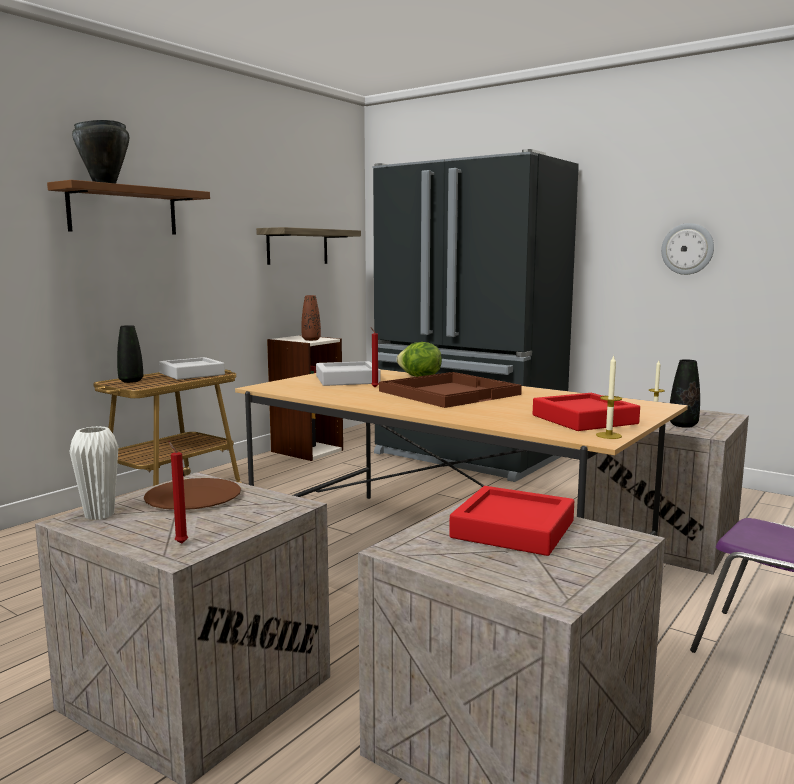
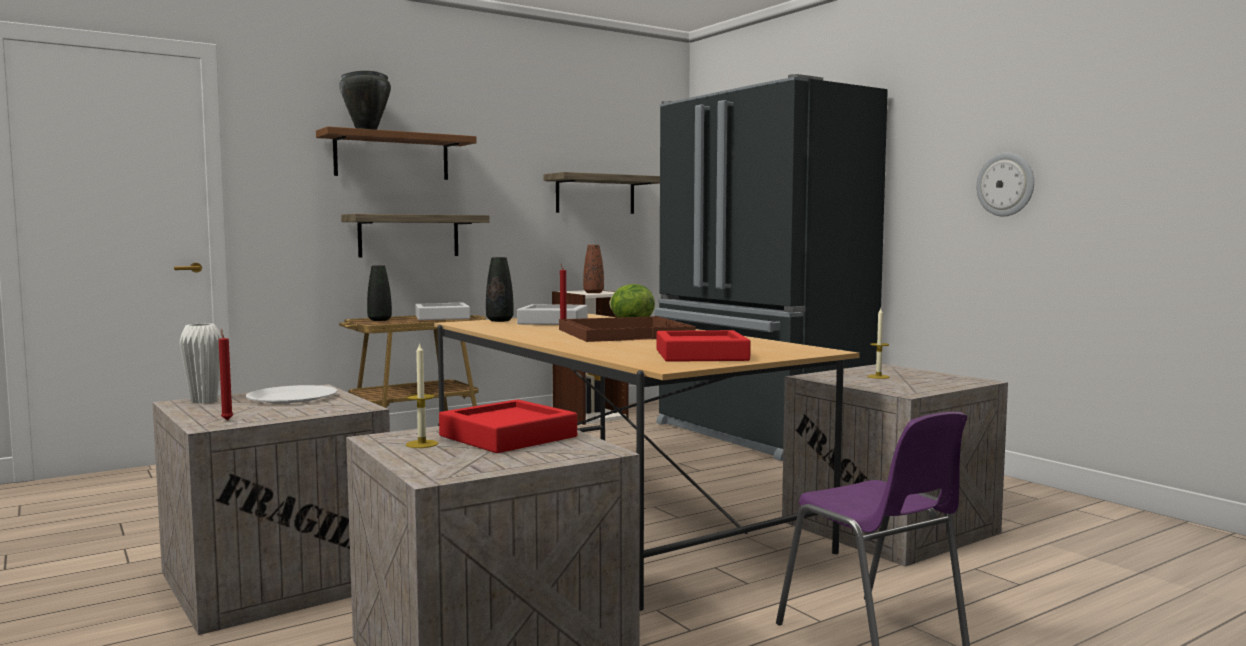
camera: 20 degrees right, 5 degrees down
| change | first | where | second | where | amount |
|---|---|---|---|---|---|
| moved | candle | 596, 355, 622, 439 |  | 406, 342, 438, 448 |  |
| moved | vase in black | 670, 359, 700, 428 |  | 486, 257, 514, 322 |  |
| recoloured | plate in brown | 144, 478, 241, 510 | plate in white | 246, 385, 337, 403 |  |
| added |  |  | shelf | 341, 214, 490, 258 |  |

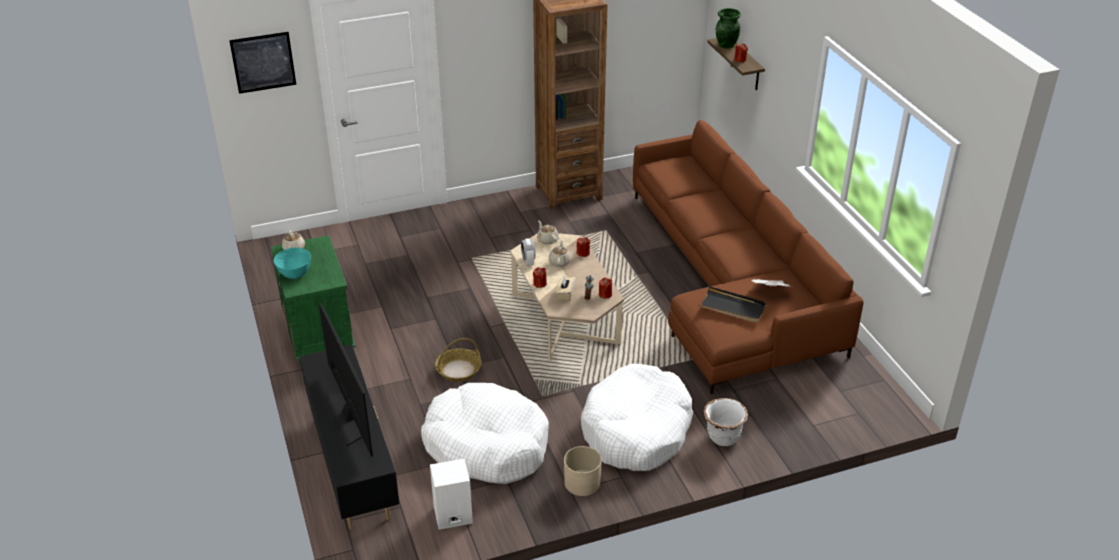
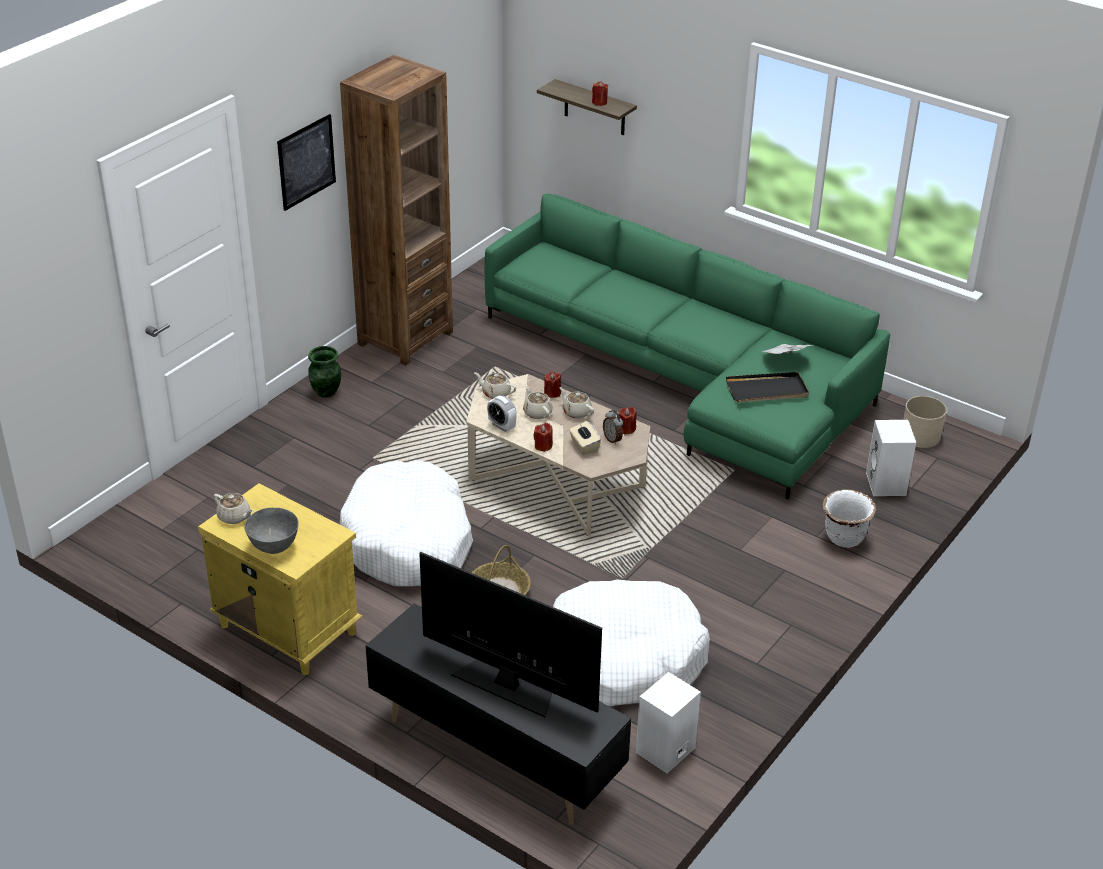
camera: 35 degrees left, 0 degrees up
| change | first | where | second | where | amount |
|---|---|---|---|---|---|
| moved | vase in green | 716, 8, 741, 49 |  | 308, 346, 341, 398 |  |
| moved | picture | 229, 32, 296, 94 |  | 277, 114, 336, 211 |  |
| recoloured | sofa in brown | 633, 120, 864, 394 | sofa in green | 485, 194, 890, 499 |  |
| recoloured | nightstand in green | 271, 235, 356, 366 | nightstand in yellow | 198, 483, 362, 675 |  |
| recoloured | bowl in turquoise | 274, 248, 311, 279 | bowl in grey | 244, 508, 299, 554 |  |
| moved | dog bed in white | 581, 364, 693, 471 |  | 340, 460, 473, 586 |  |
| moved | planter in beige | 564, 446, 602, 496 |  | 903, 396, 947, 448 |  |
| added |  |  | teapot in beige | 559, 387, 594, 419 |  |
| added |  |  | speaker in white | 866, 420, 916, 496 |  |

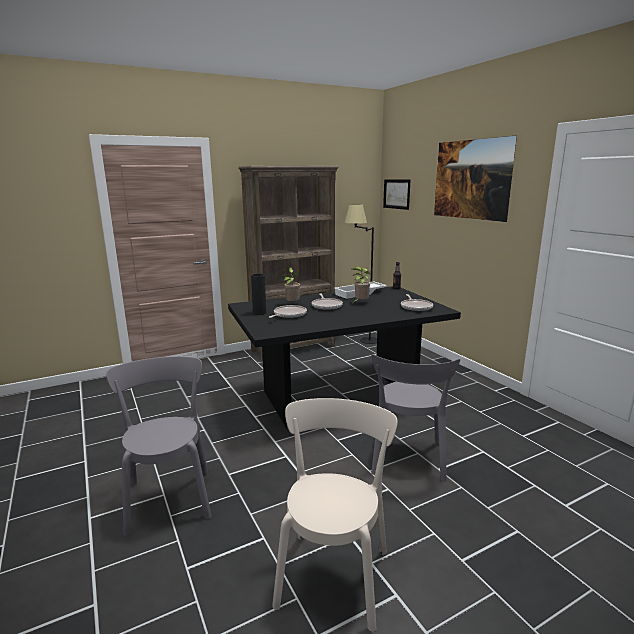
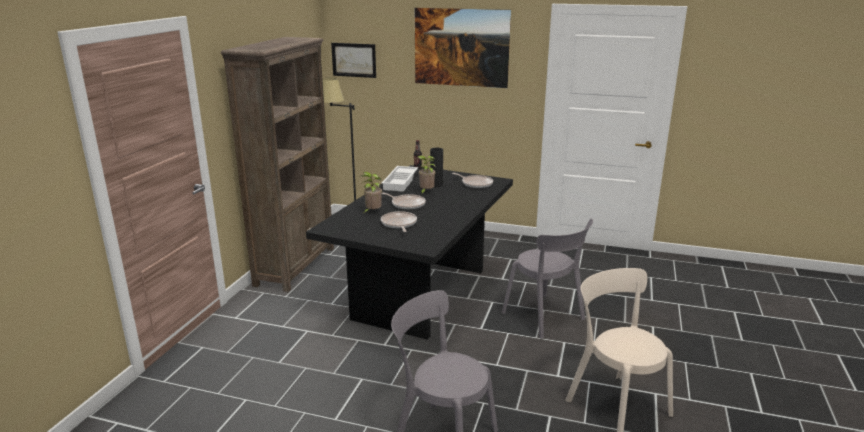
camera: 45 degrees left, 5 degrees up
| change | first | where | second | where | amount |
|---|---|---|---|---|---|
| moved | vase in black | 251, 274, 266, 315 |  | 430, 148, 443, 187 |  |

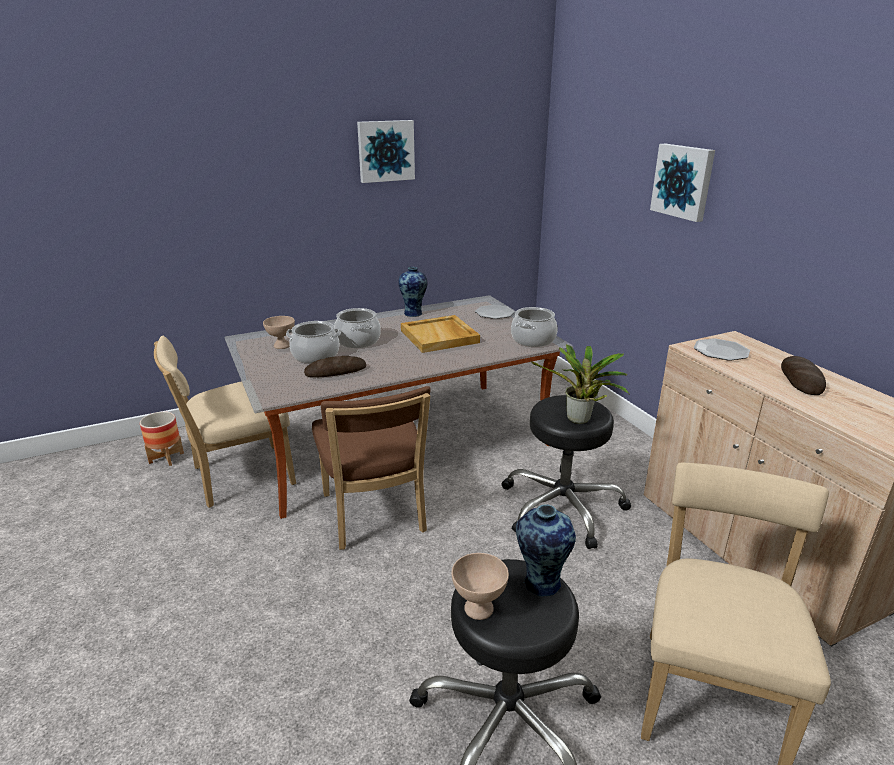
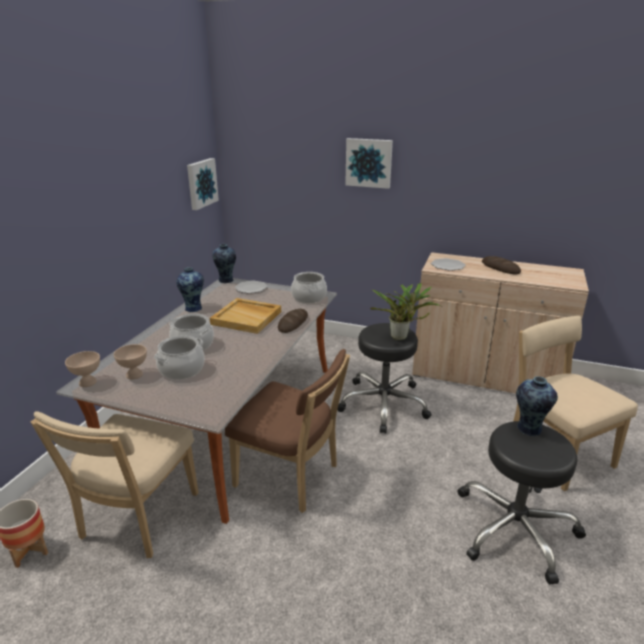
camera: 45 degrees left, 0 degrees up
| change | first | where | second | where | amount |
|---|---|---|---|---|---|
| moved | picture | 357, 120, 415, 183 |  | 187, 158, 219, 210 |  |
| moved | bread | 304, 356, 366, 377 |  | 278, 309, 308, 333 |  |
| moved | bowl in beige | 452, 553, 509, 620 |  | 65, 351, 100, 387 |  |
| added |  |  | vase | 212, 244, 236, 283 |  |

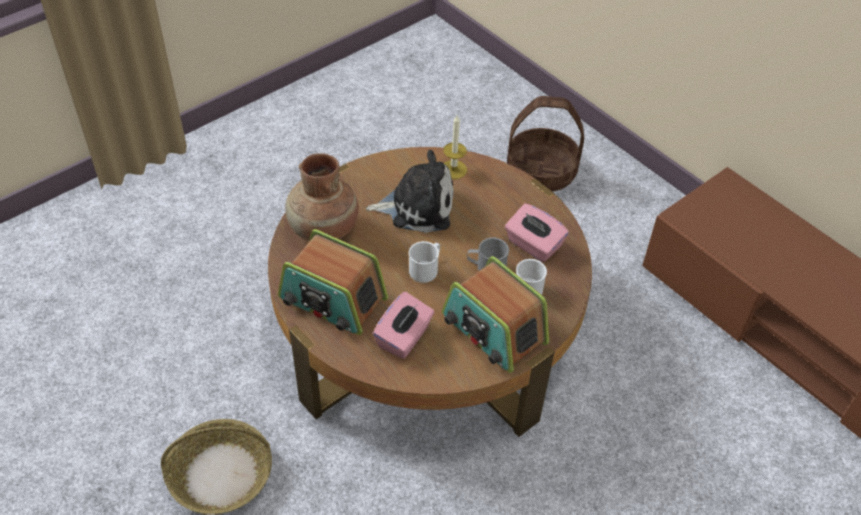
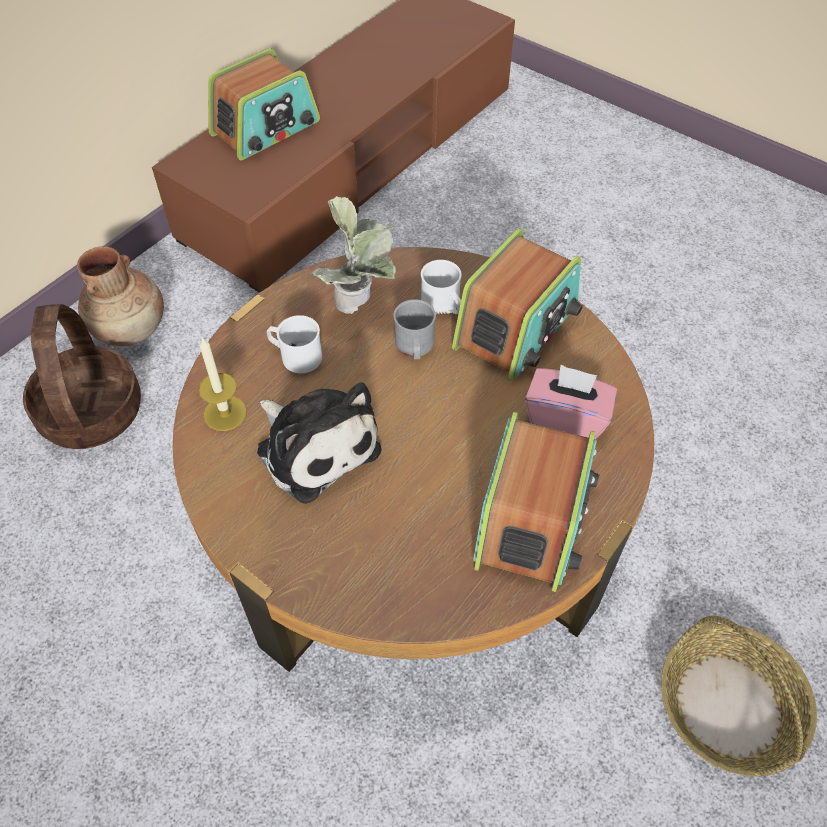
camera: 100 degrees left, 5 degrees up
| change | first | where | second | where | amount |
|---|---|---|---|---|---|
| turned | plush toy | 366, 150, 454, 233 |  | 257, 382, 381, 504 | 150 degrees clockwise |
| moved | vase in brown | 285, 153, 359, 241 |  | 77, 246, 164, 346 |  |
| replaced | tissue box in pink | 505, 203, 569, 262 | potted plant | 312, 196, 396, 314 |  |
| moved | mug in white | 409, 241, 440, 283 |  | 267, 315, 322, 374 |  |
| added |  |  | radio | 208, 48, 320, 161 |  |

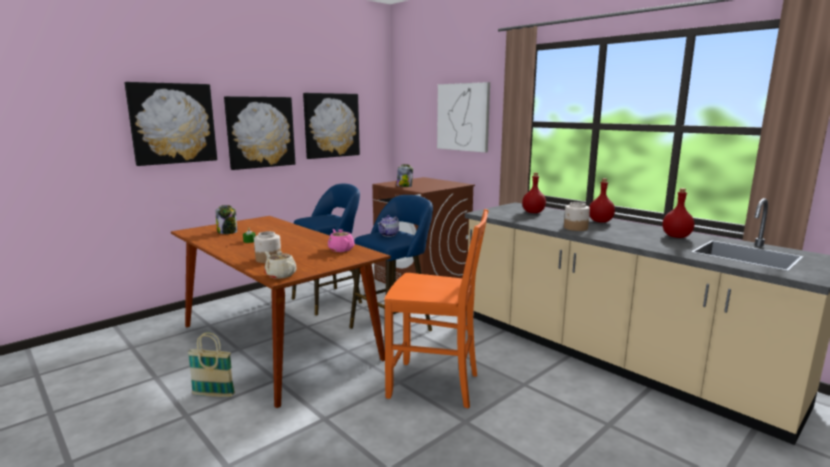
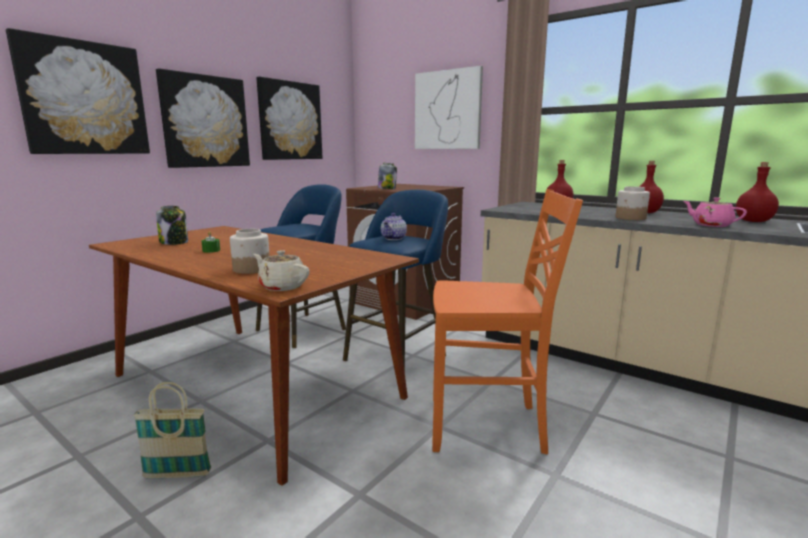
camera: 10 degrees left, 0 degrees up
| change | first | where | second | where | amount |
|---|---|---|---|---|---|
| moved | teapot in pink | 328, 229, 355, 252 |  | 684, 197, 747, 227 |  |

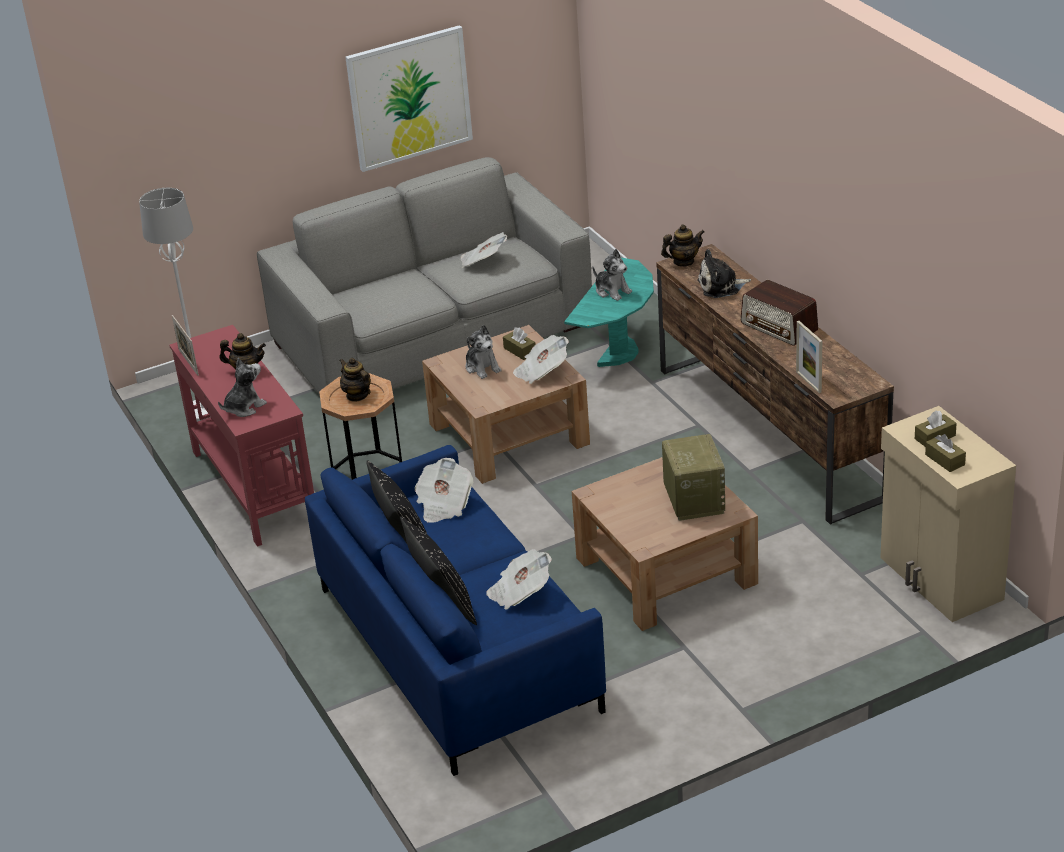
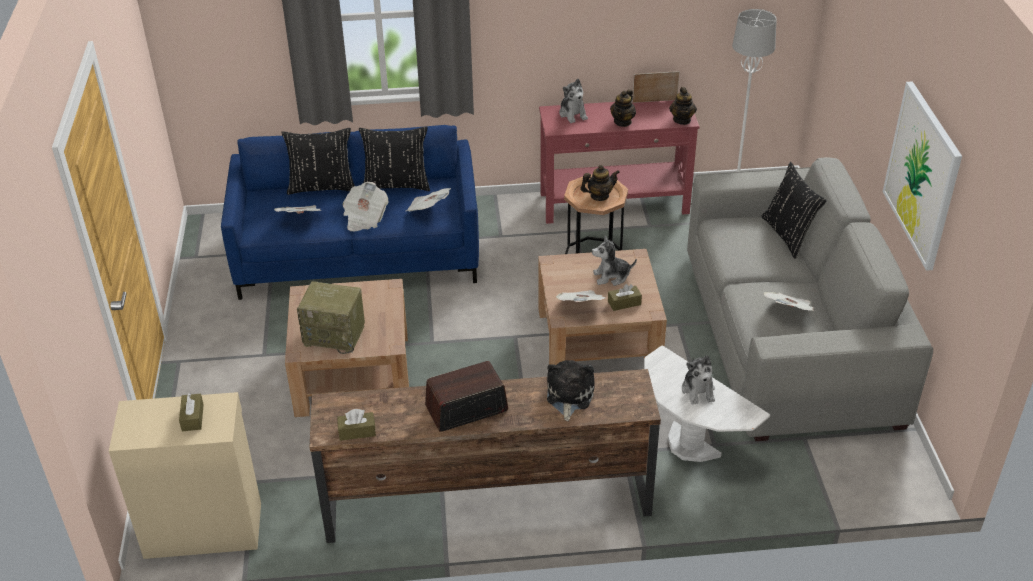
camera: 110 degrees right, 5 degrees up
| change | first | where | second | where | amount |
|---|---|---|---|---|---|
| moved | teapot | 661, 224, 704, 266 |  | 669, 87, 697, 125 |  |
| turned | plush toy | 593, 249, 632, 301 |  | 682, 355, 715, 405 | 75 degrees counterclockwise |
| recoloured | side table in turquoise | 564, 258, 654, 367 | side table in white | 644, 345, 770, 462 |  |
| removed | picture frame | 796, 321, 823, 393 |  |  |  |
| moved | tissue box in brown | 925, 434, 966, 472 |  | 337, 409, 376, 441 |  |
| added |  |  | pillow in black | 761, 162, 827, 259 |  |
| added |  |  | newspaper | 343, 182, 388, 231 |  |

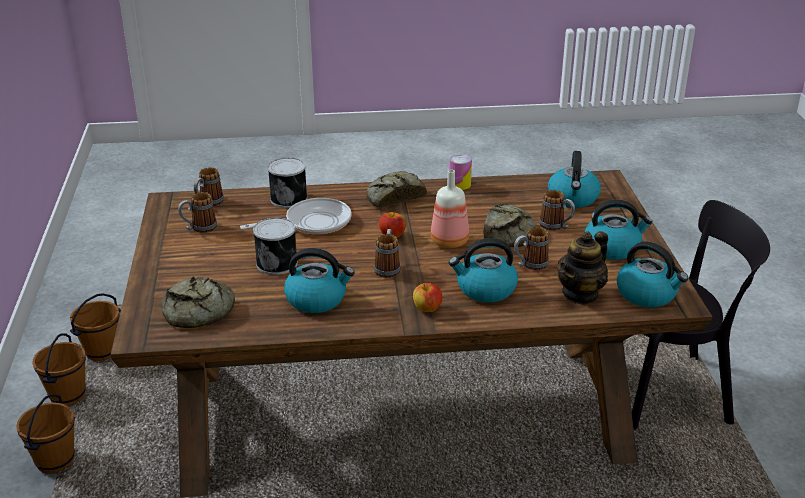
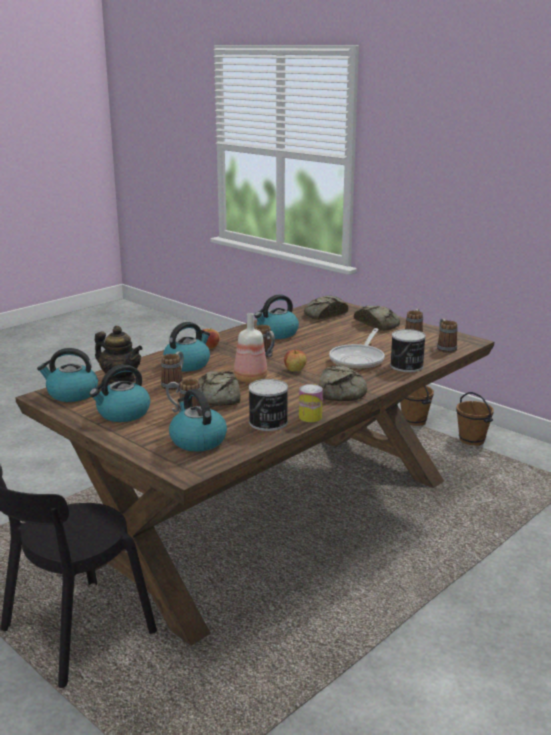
camera: 140 degrees right, 10 degrees down
| change | first | where | second | where | amount |
|---|---|---|---|---|---|
| moved | can | 253, 217, 298, 275 |  | 249, 379, 288, 431 |  |
| turned | teapot | 557, 231, 608, 305 |  | 95, 326, 143, 384 | 120 degrees clockwise |
| removed | bucket in brown | 70, 293, 121, 361 |  |  |  |
| added |  |  | bread | 354, 306, 400, 331 |  |

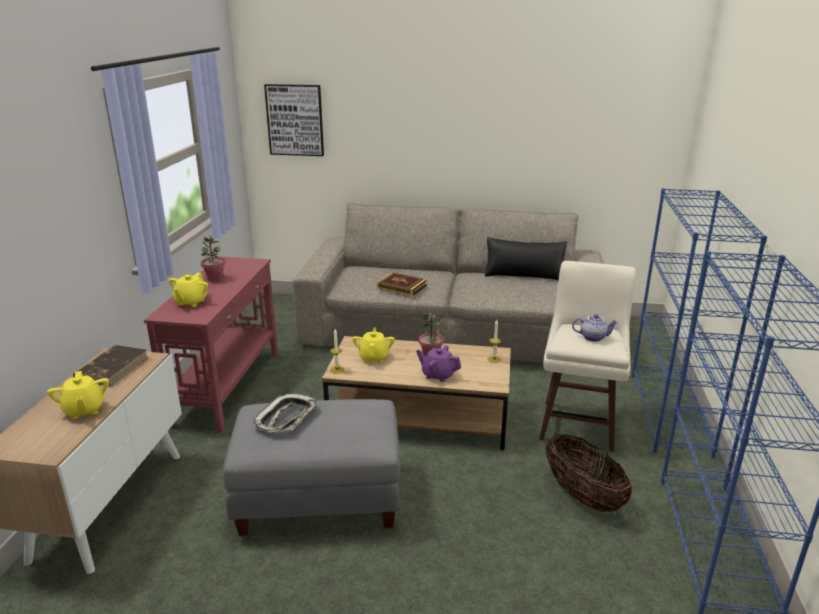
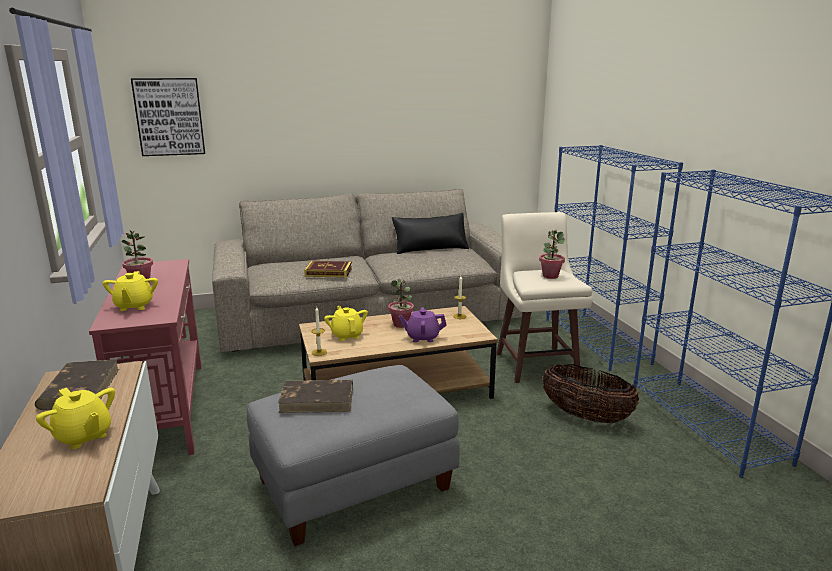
camera: 25 degrees left, 5 degrees down
| change | first | where | second | where | amount |
|---|---|---|---|---|---|
| replaced | teapot | 572, 314, 618, 342 | potted plant | 539, 230, 566, 279 |  |
| replaced | tray | 253, 393, 317, 433 | book in brown | 278, 380, 353, 413 |  |

